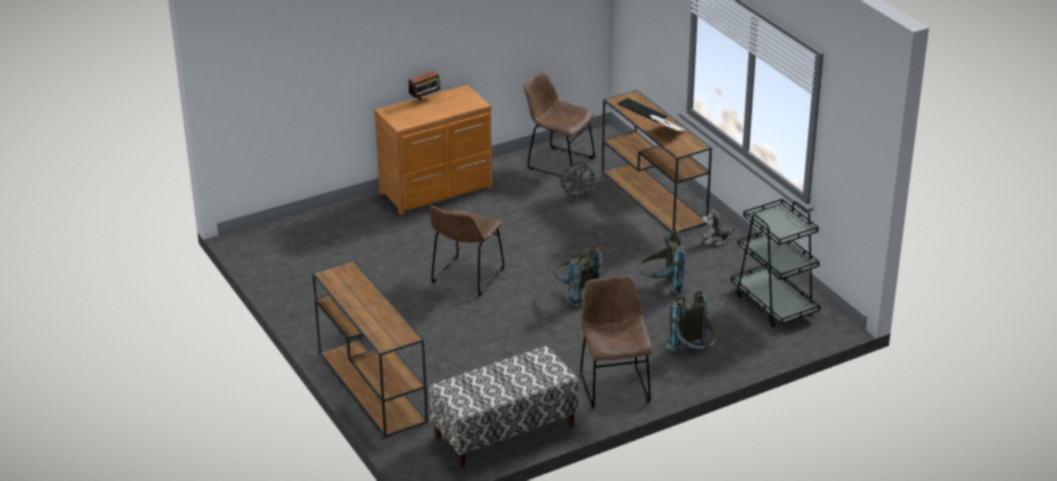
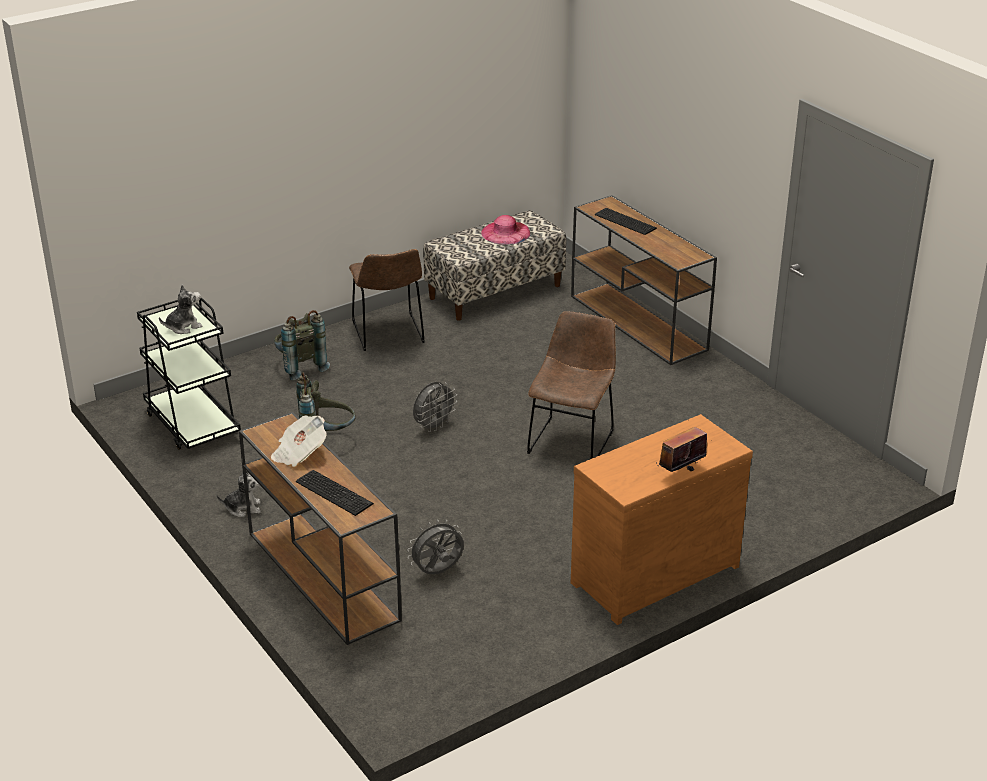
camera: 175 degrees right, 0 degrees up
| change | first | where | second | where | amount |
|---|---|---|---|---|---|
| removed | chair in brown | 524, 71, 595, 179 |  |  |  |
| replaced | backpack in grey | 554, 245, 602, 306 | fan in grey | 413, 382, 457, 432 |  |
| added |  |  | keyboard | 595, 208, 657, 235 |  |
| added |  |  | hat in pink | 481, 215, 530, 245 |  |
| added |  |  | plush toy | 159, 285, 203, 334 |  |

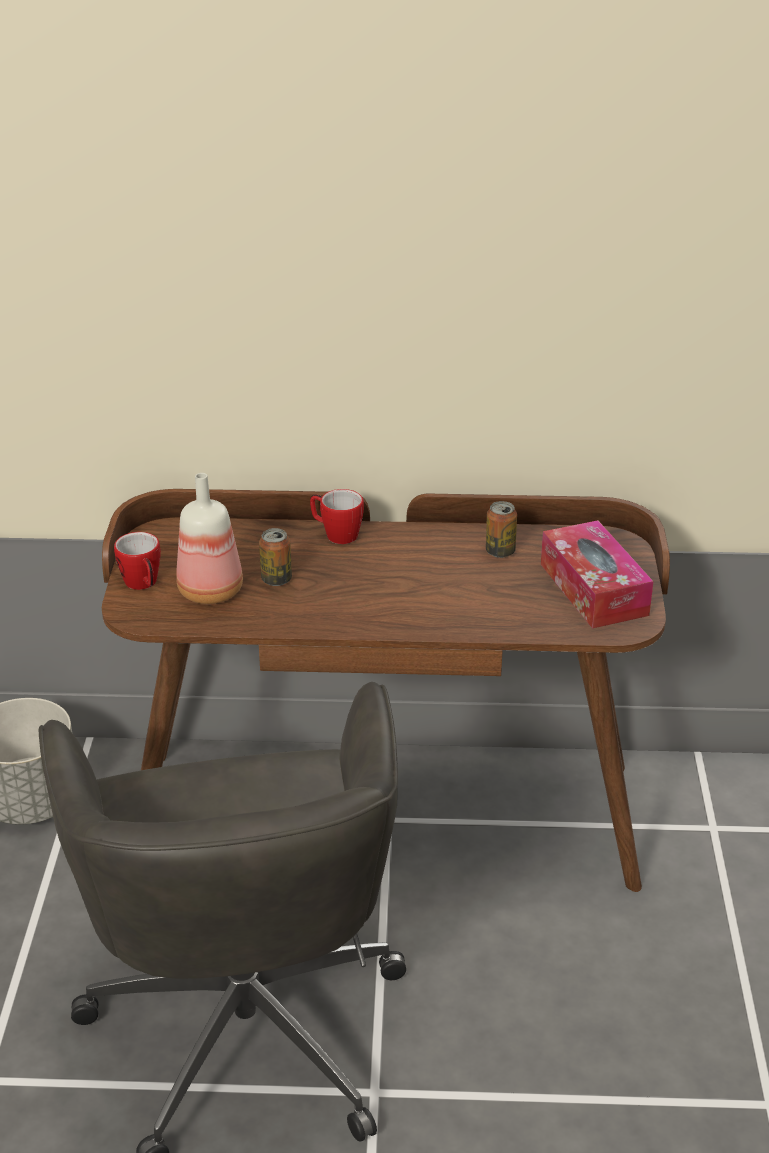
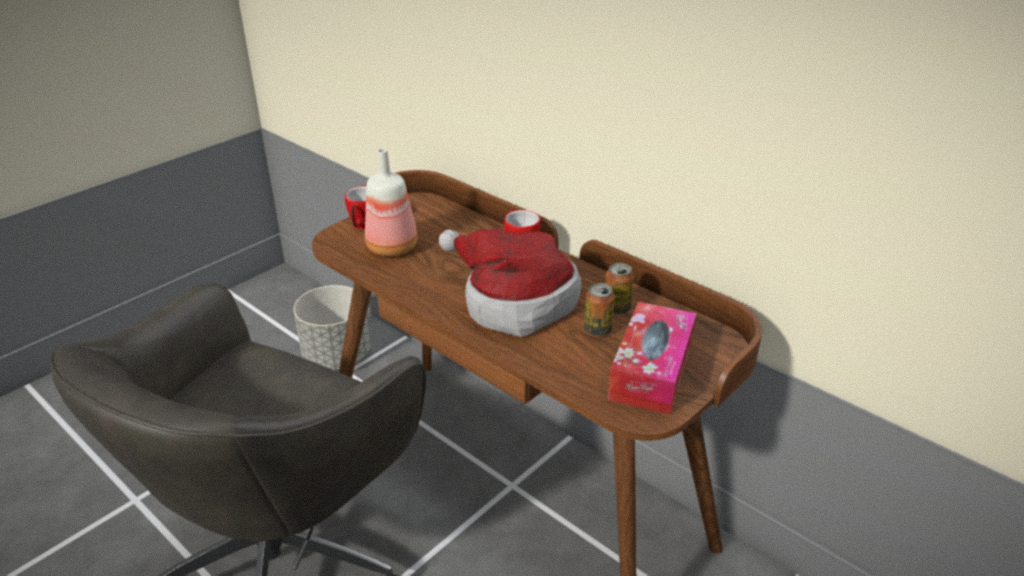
camera: 40 degrees right, 0 degrees up
| change | first | where | second | where | amount |
|---|---|---|---|---|---|
| moved | can | 259, 528, 292, 586 |  | 584, 283, 615, 336 |  |
| added |  |  | hat | 439, 228, 581, 337 |  |

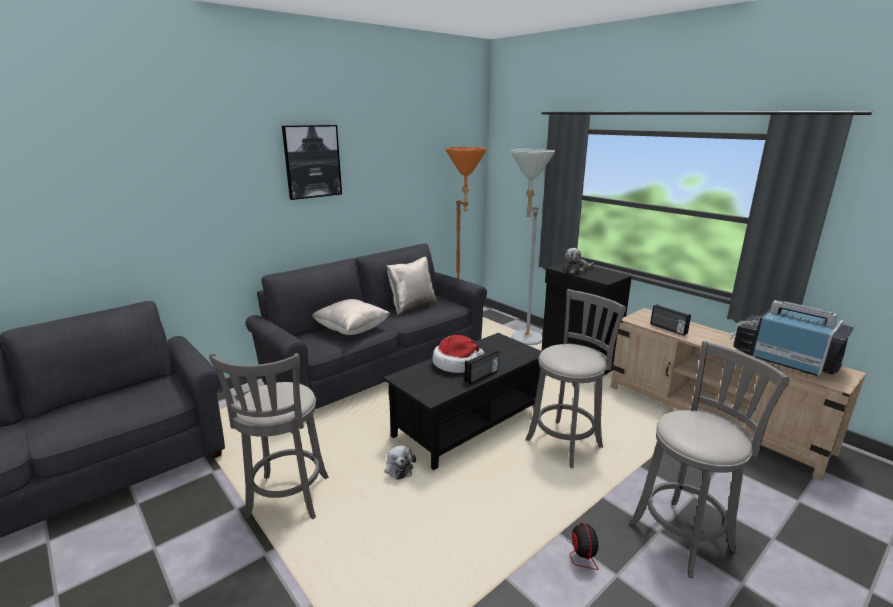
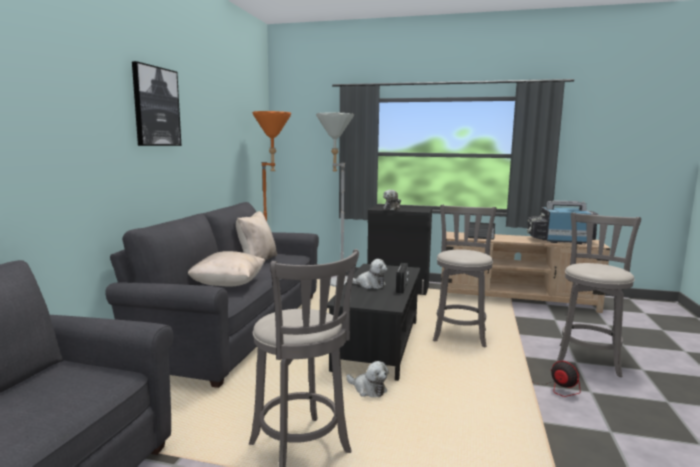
camera: 35 degrees left, 10 degrees down
| change | first | where | second | where | amount |
|---|---|---|---|---|---|
| replaced | hat | 433, 335, 484, 373 | plush toy | 347, 259, 388, 289 |  |

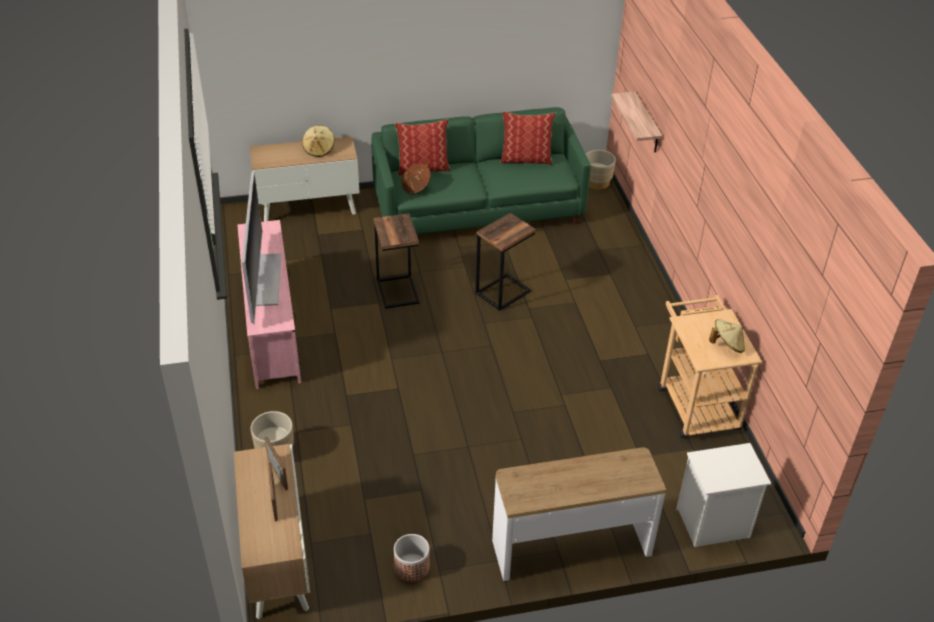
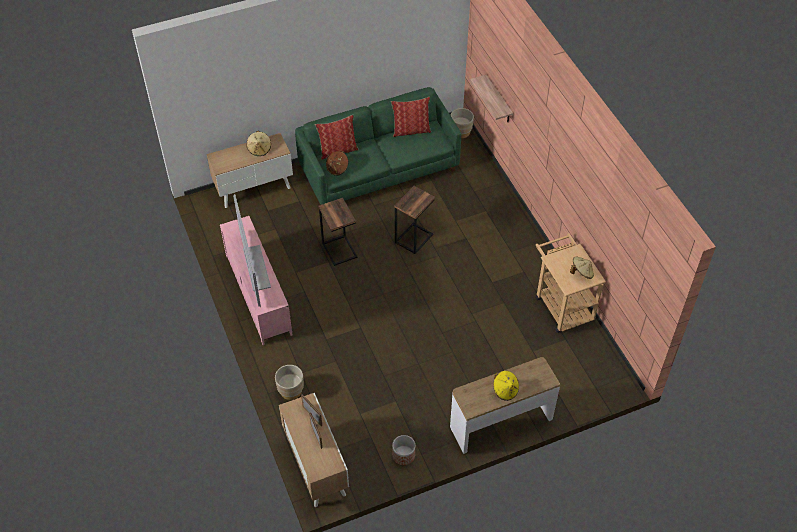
camera: 10 degrees left, 10 degrees up
| change | first | where | second | where | amount |
|---|---|---|---|---|---|
| removed | nightstand in white | 676, 443, 771, 547 |  |  |  |
| added |  |  | hat in yellow | 493, 371, 519, 401 |  |

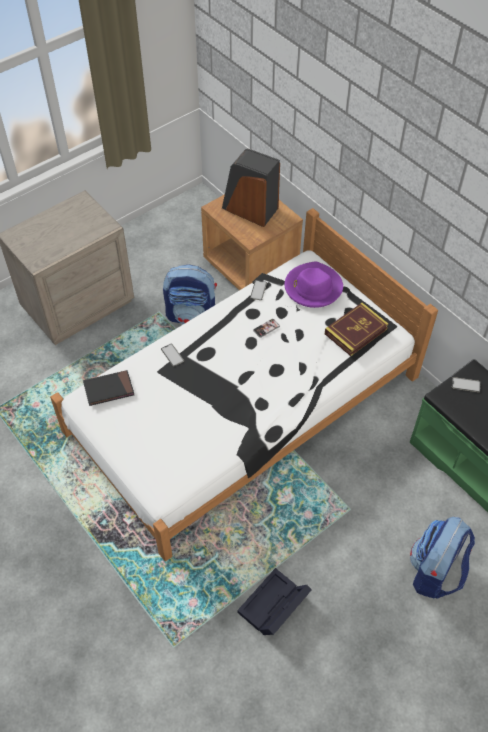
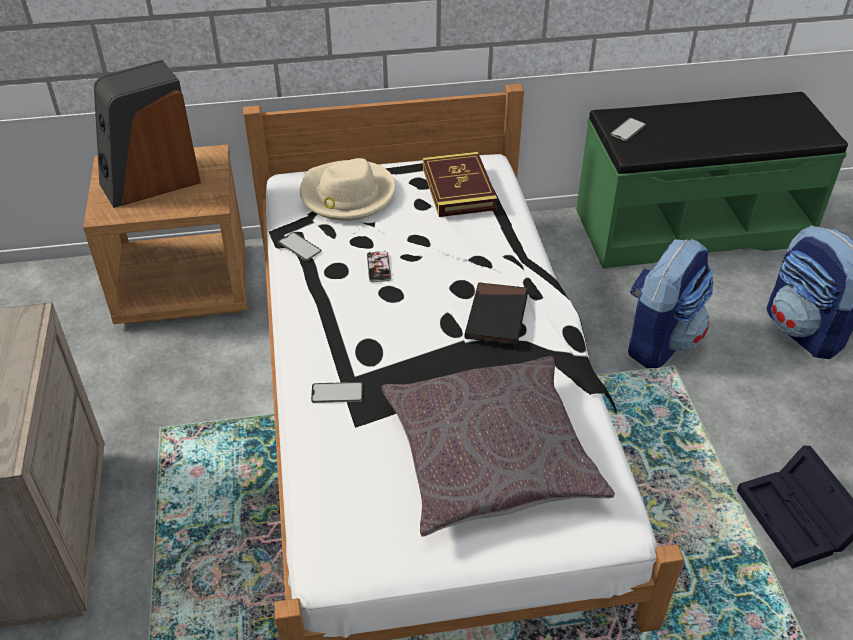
camera: 60 degrees left, 10 degrees down
| change | first | where | second | where | amount |
|---|---|---|---|---|---|
| recoloured | hat in purple | 285, 261, 343, 308 | hat in beige | 300, 158, 395, 221 |  |
| moved | backpack | 163, 265, 217, 324 |  | 628, 239, 714, 368 |  |
| moved | book in black | 83, 370, 134, 406 |  | 465, 282, 528, 345 |  |
| added |  |  | pillow in grey | 382, 356, 615, 537 |  |

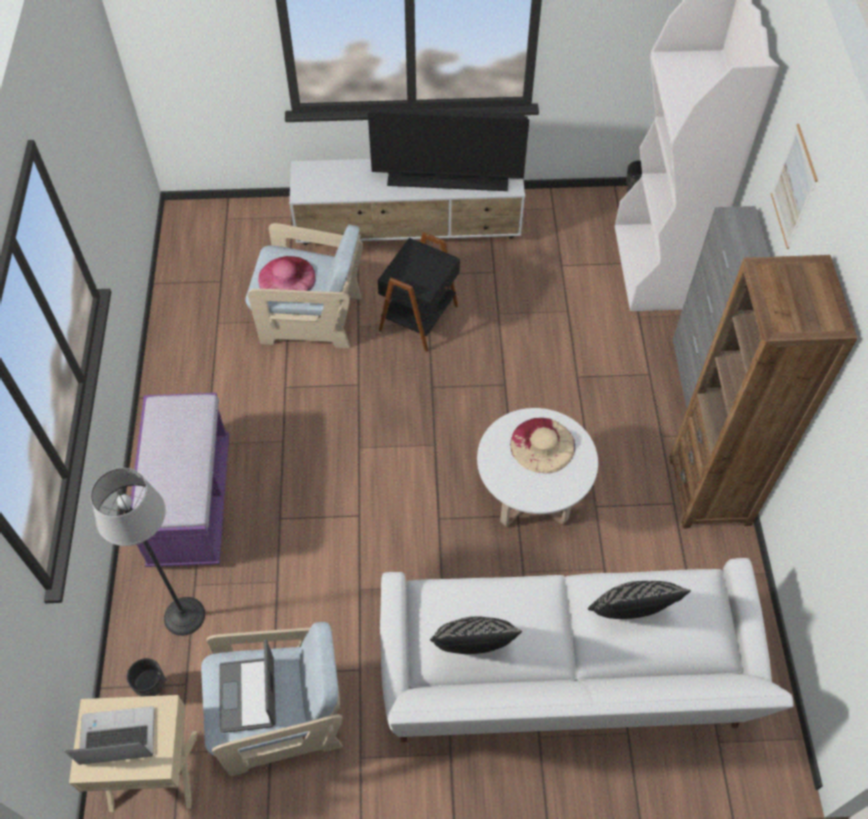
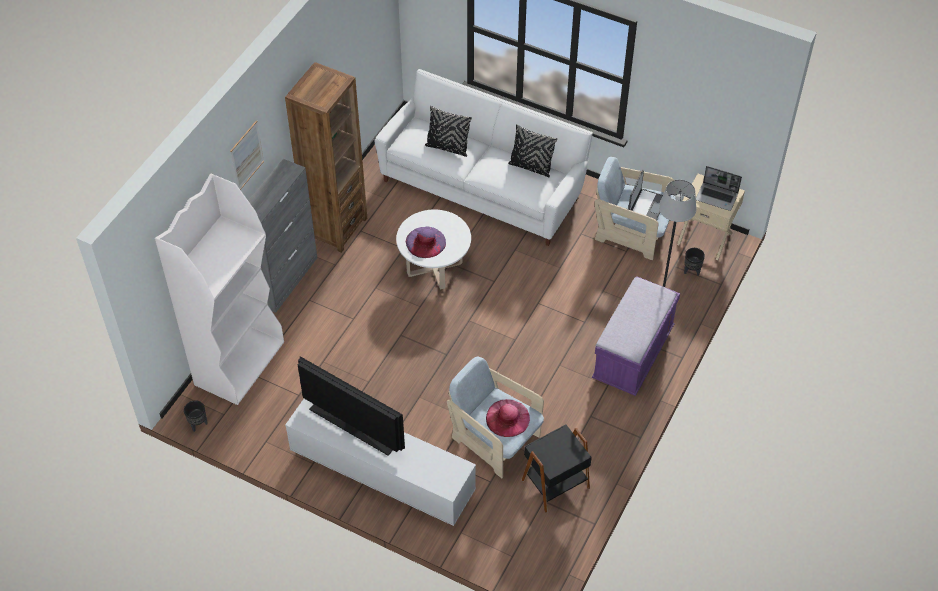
camera: 150 degrees left, 5 degrees down
| change | first | where | second | where | amount |
|---|---|---|---|---|---|
| moved | side table in black | 378, 232, 460, 352 |  | 522, 424, 592, 513 |  |
| recoloured | hat in beige | 510, 418, 575, 473 | hat in purple | 406, 227, 446, 258 |  |

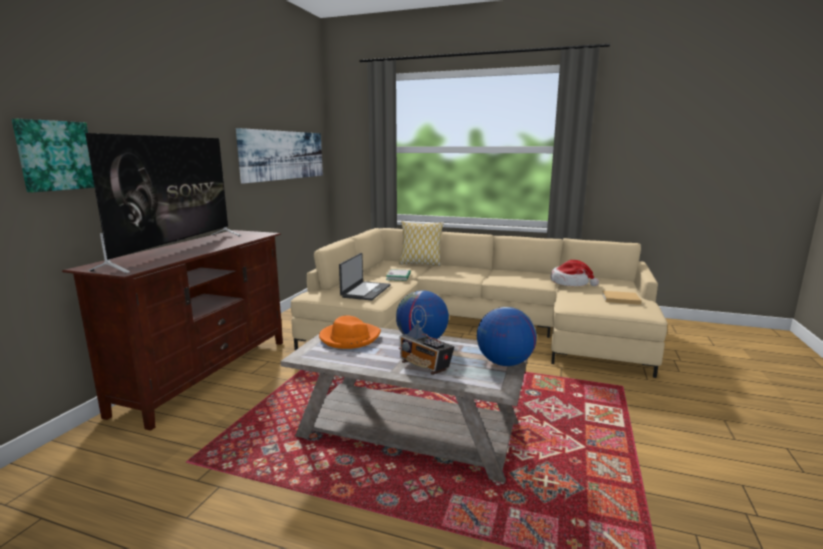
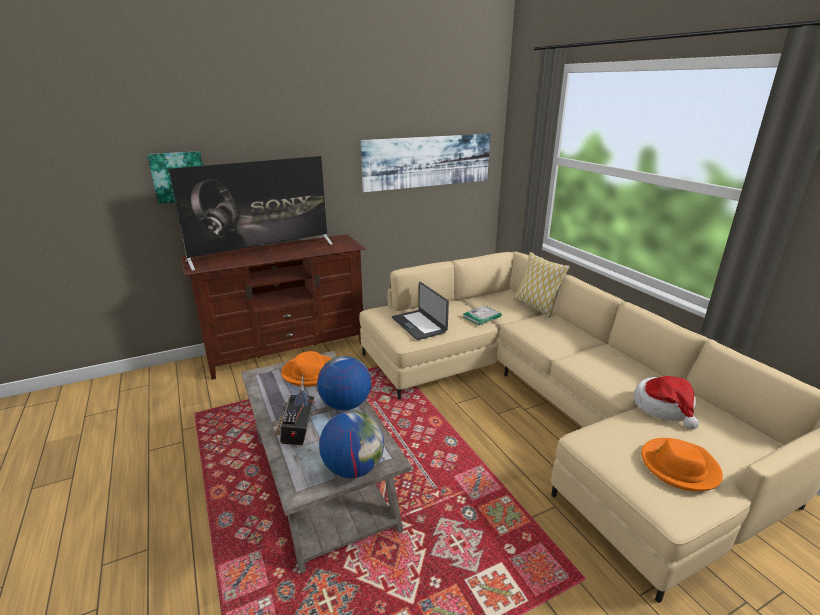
camera: 45 degrees right, 10 degrees up
| change | first | where | second | where | amount |
|---|---|---|---|---|---|
| turned | laptop | 339, 253, 391, 301 |  | 392, 282, 449, 340 | 90 degrees clockwise |
| replaced | book in beige | 602, 291, 642, 305 | hat in orange | 641, 438, 723, 491 |  |

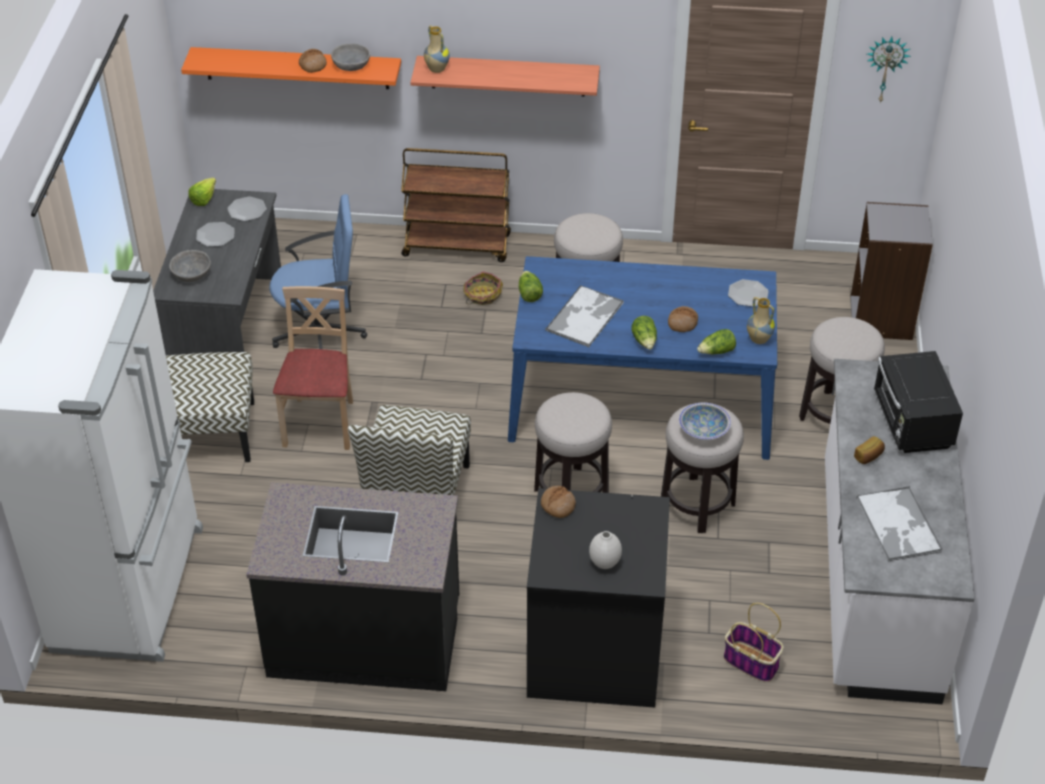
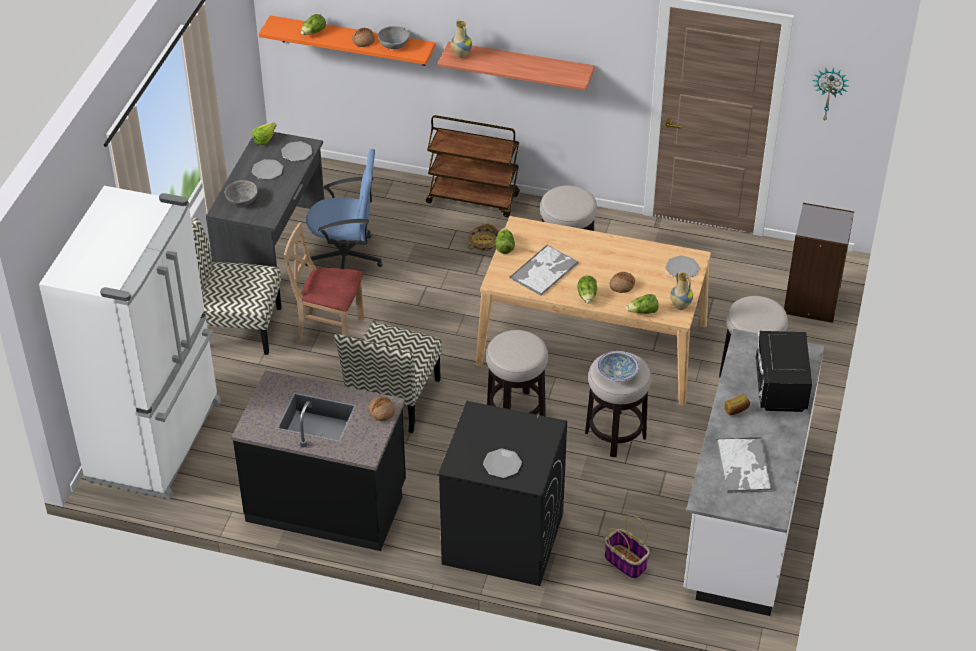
camera: 10 degrees right, 0 degrees up
| change | first | where | second | where | amount |
|---|---|---|---|---|---|
| recoloured | dining table in blue | 508, 256, 777, 460 | dining table in beige | 476, 216, 711, 406 |  |
| turned | chair in beige | 273, 286, 353, 450 |  | 284, 222, 364, 344 | 90 degrees counterclockwise |
| moved | bread | 541, 486, 576, 518 |  | 368, 396, 395, 421 |  |
| replaced | vase in white | 589, 531, 622, 569 | plate | 483, 448, 522, 478 |  |
| added |  |  | lettuce | 301, 14, 326, 35 |  |

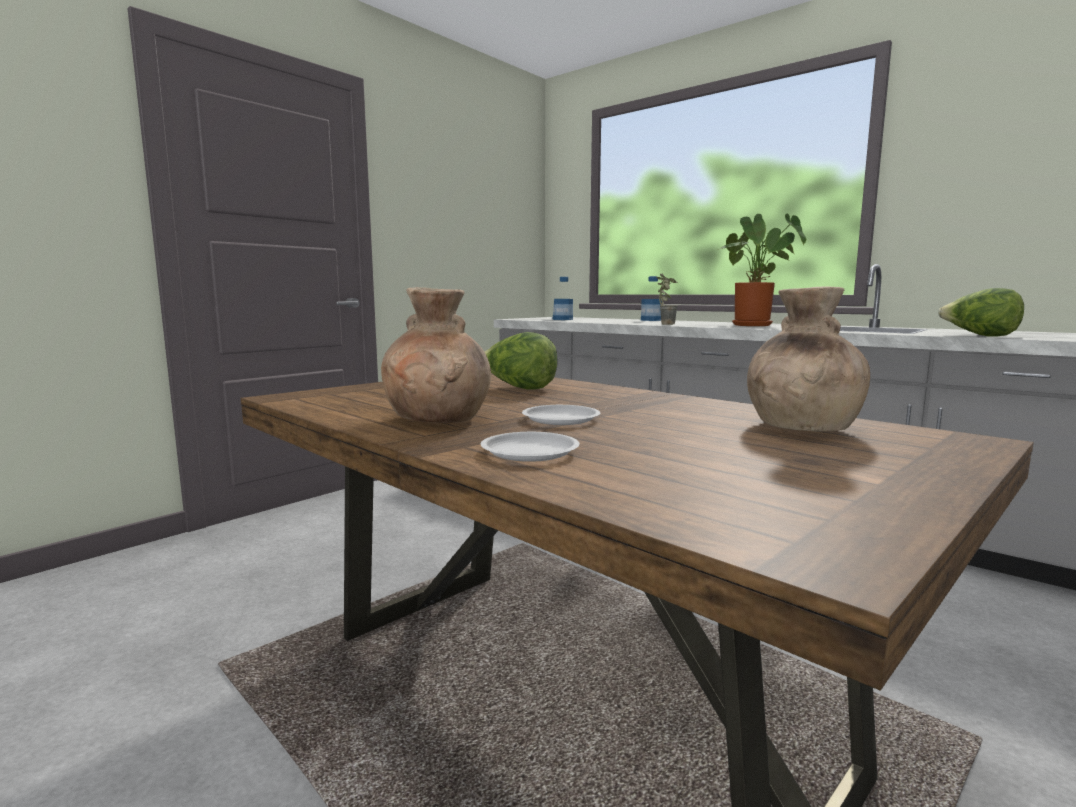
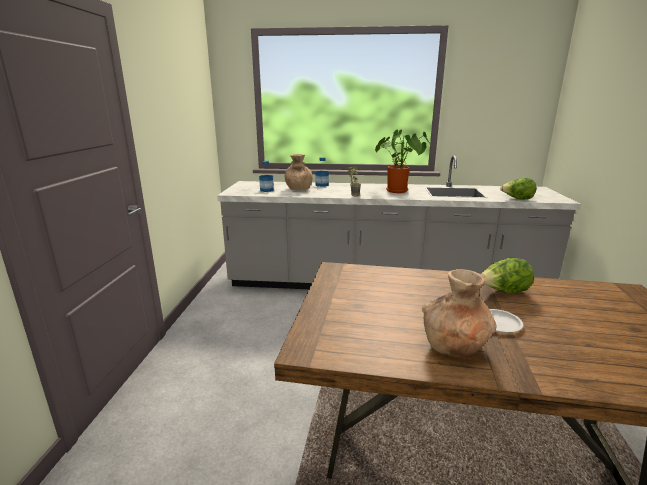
camera: 35 degrees left, 10 degrees up
| change | first | where | second | where | amount |
|---|---|---|---|---|---|
| moved | vase in brown | 747, 287, 870, 431 |  | 285, 154, 313, 190 |  |
| moved | lettuce | 484, 332, 558, 389 |  | 481, 258, 534, 293 |  |
| removed | plate in white | 481, 432, 579, 462 |  |  |  |

